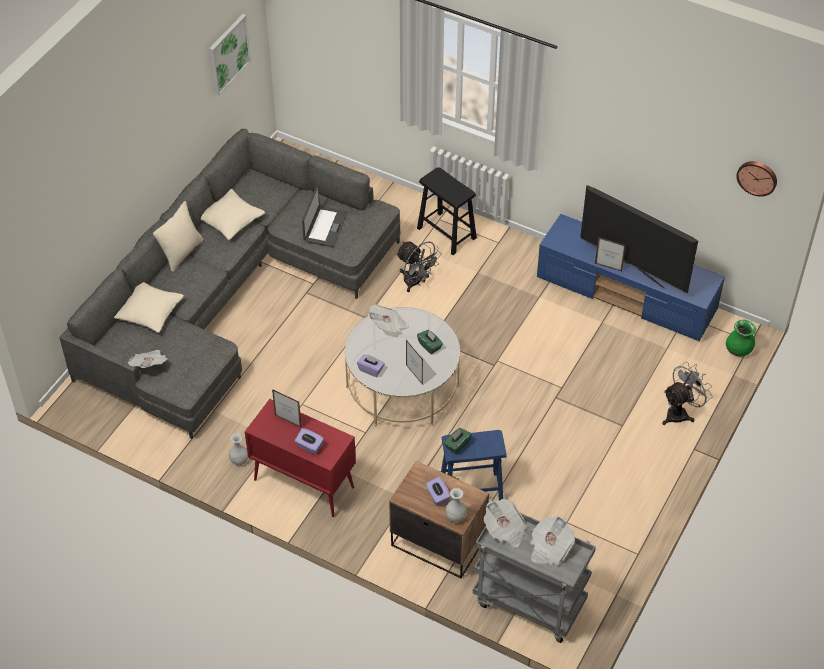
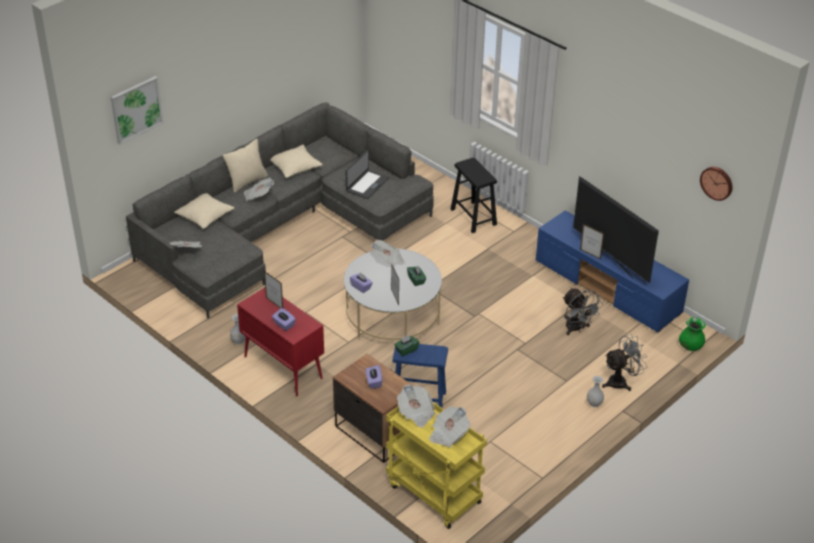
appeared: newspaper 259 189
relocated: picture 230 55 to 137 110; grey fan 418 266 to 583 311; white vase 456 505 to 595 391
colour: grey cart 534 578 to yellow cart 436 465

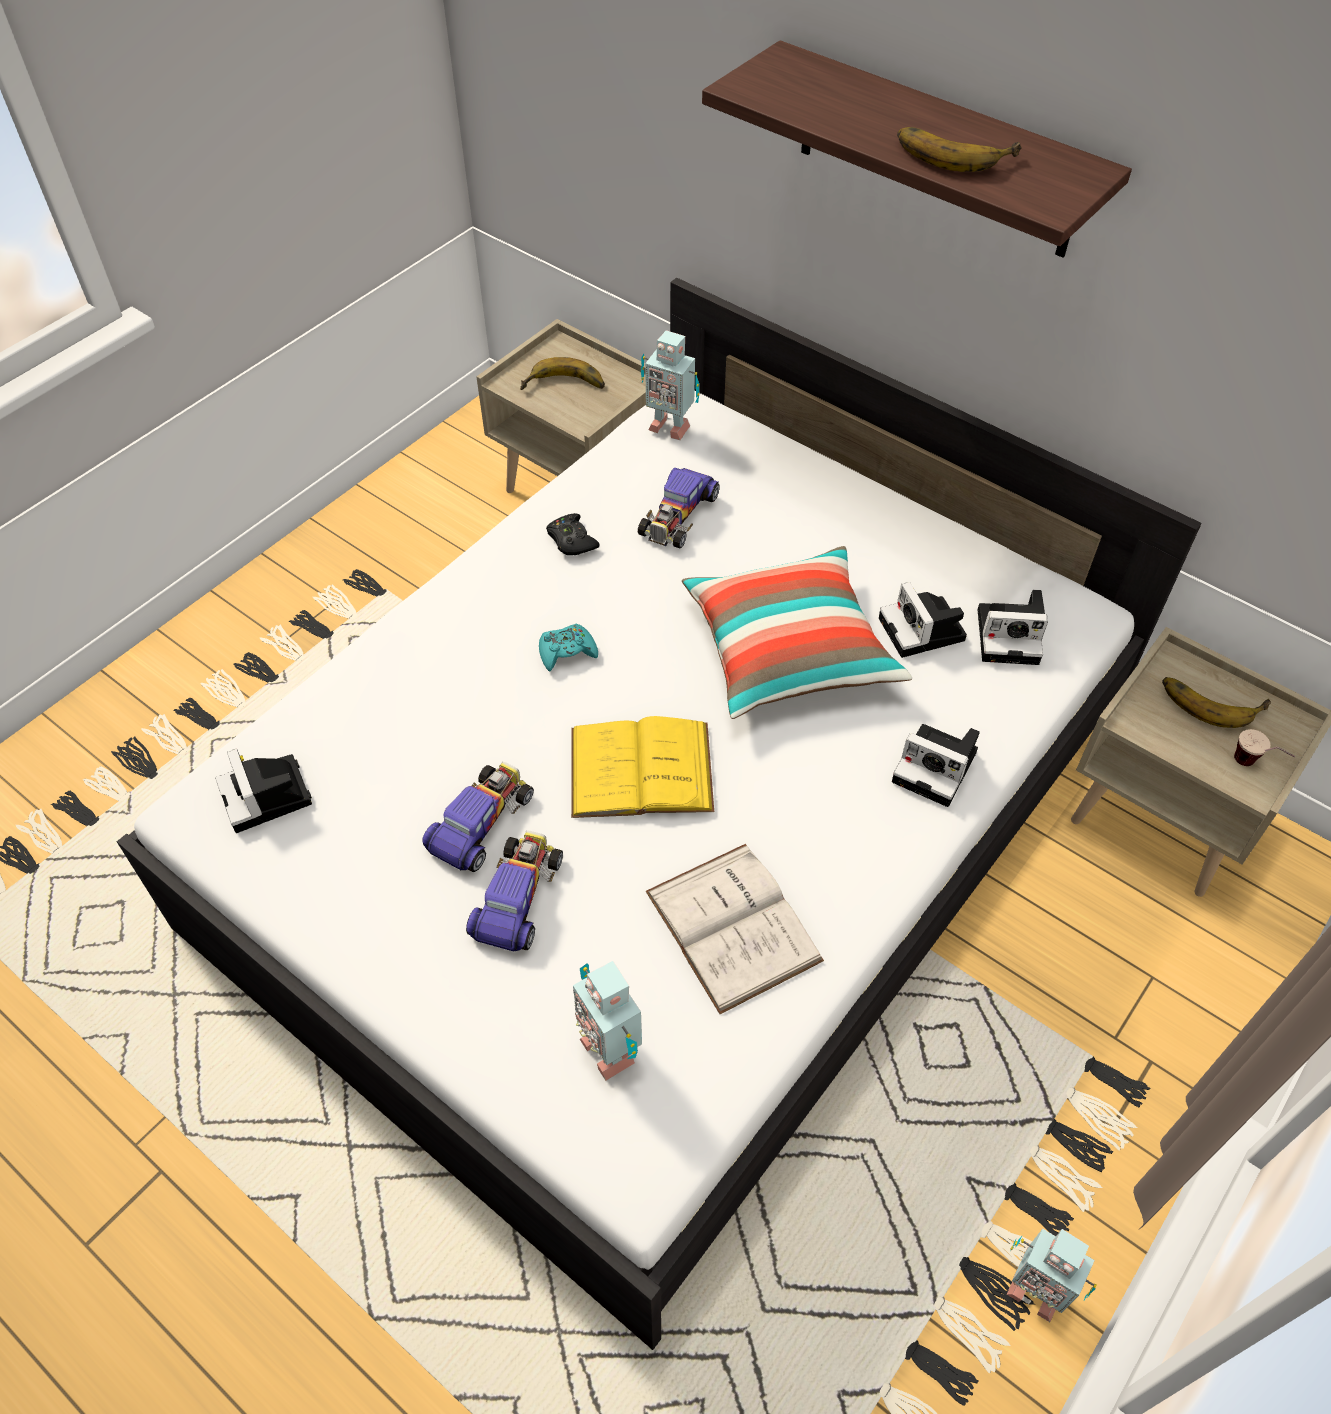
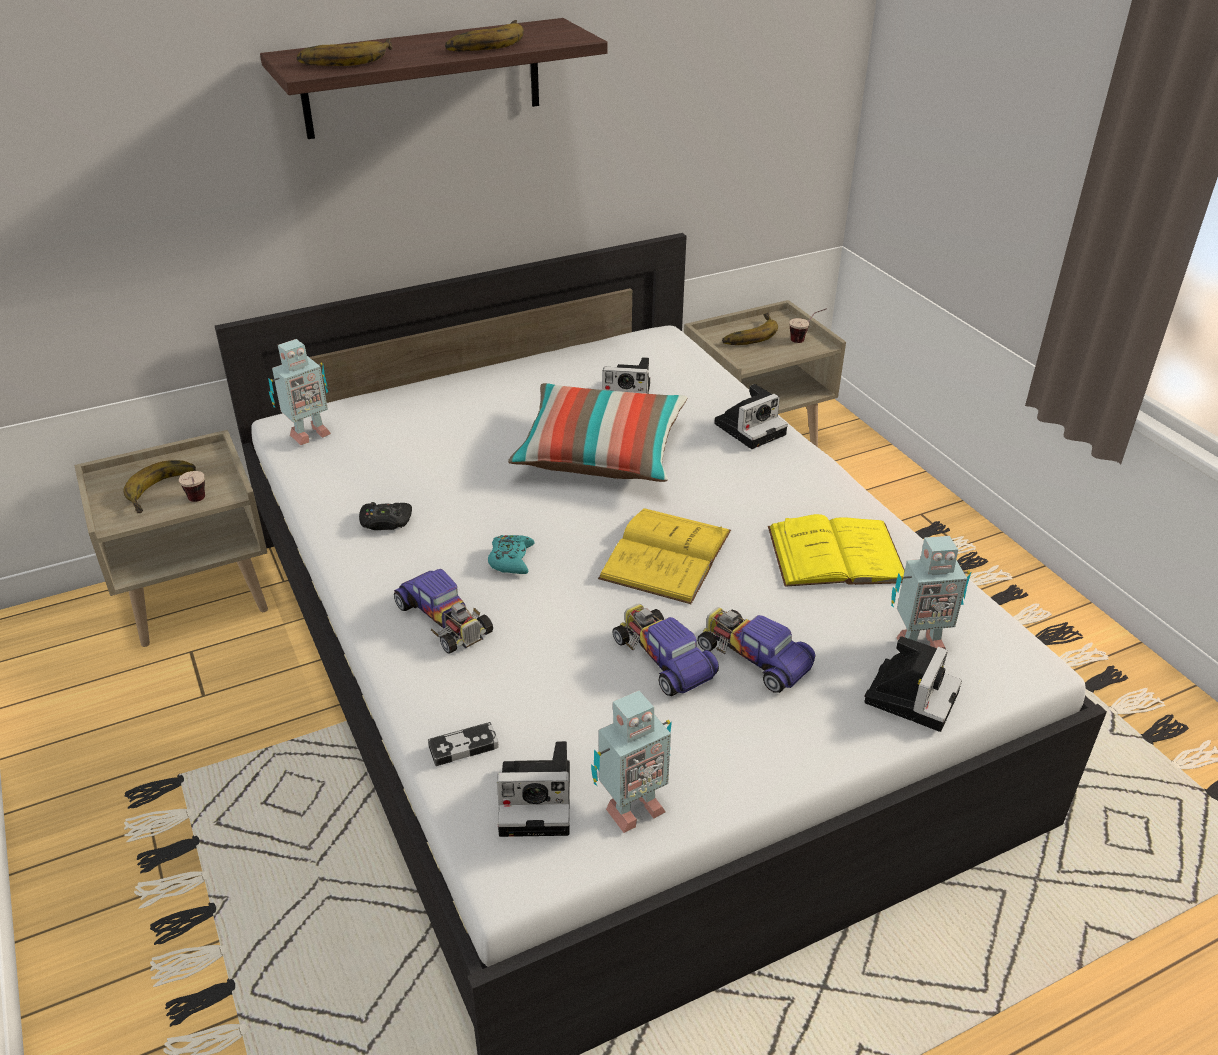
appeared: cup 192 486; banana 345 52; game controller 463 744
relocated: toy car 679 508 to 443 611; photo camera 1013 627 to 913 684; toy robot 1052 1275 to 631 761
colour: white book 735 929 to yellow book 836 550

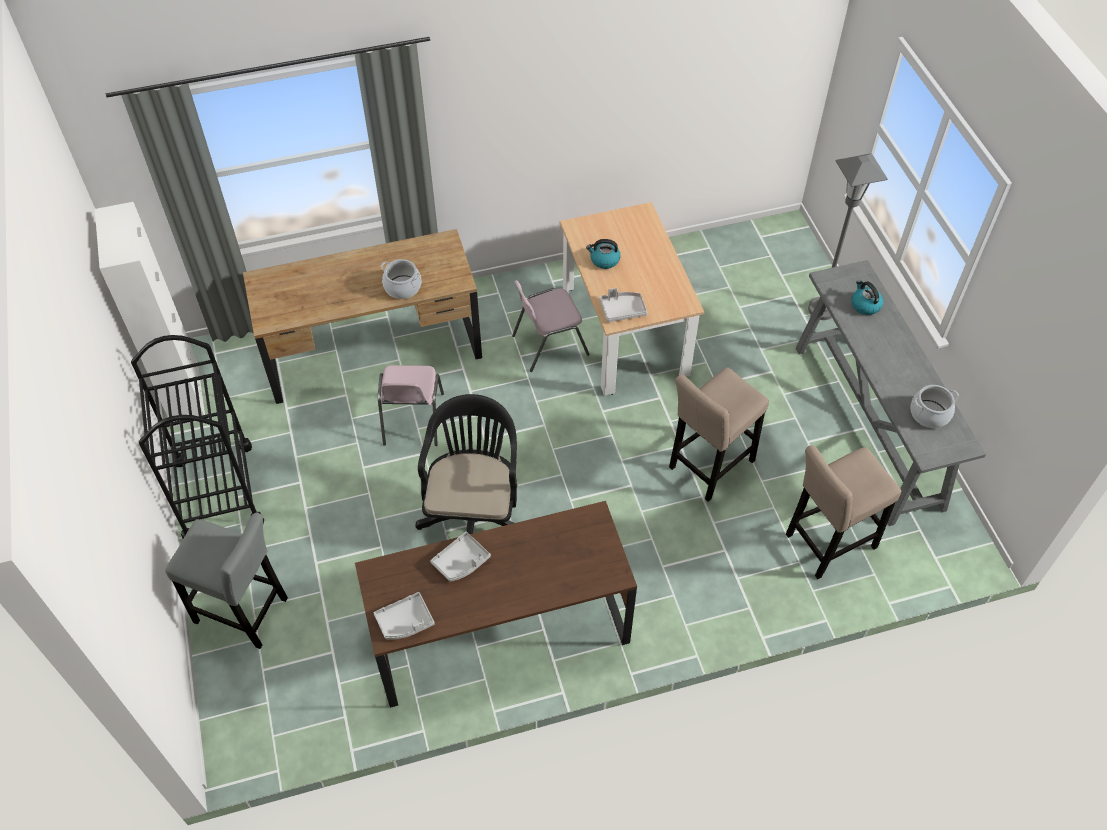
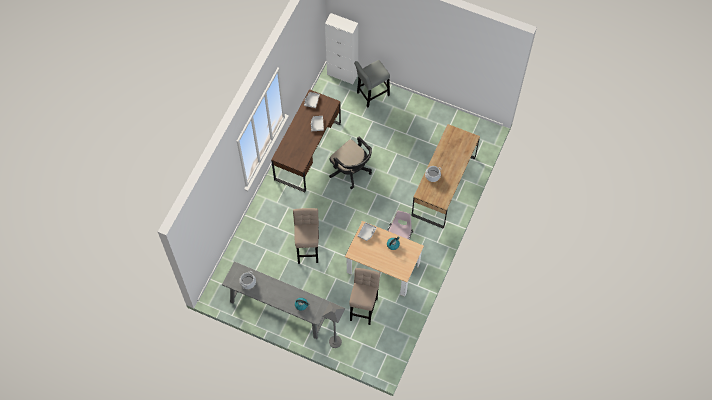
missing: black cart 197 437; pink chair 411 405
relocated: white cabinet 150 314 to 341 48; beige stool 843 512 to 364 296

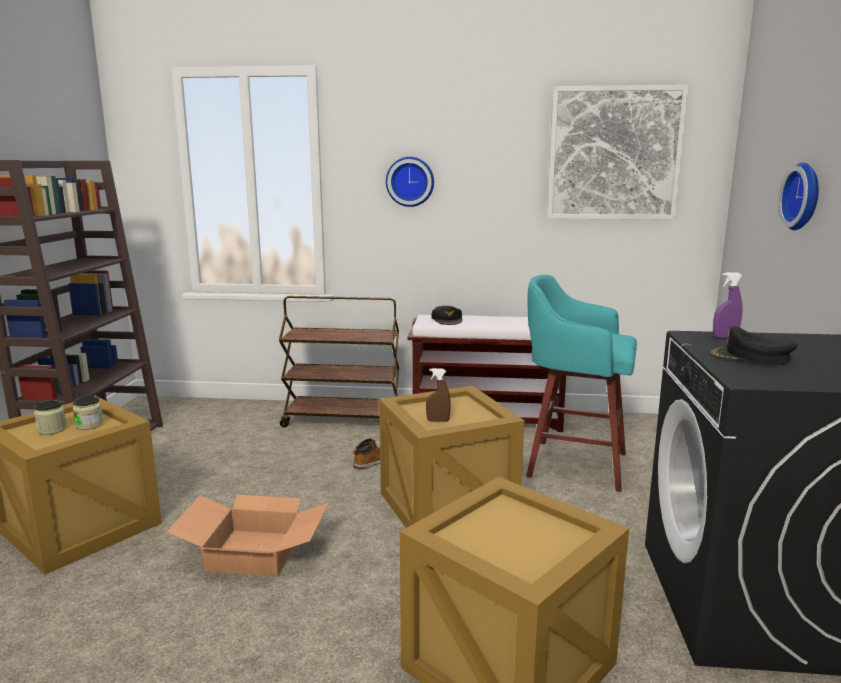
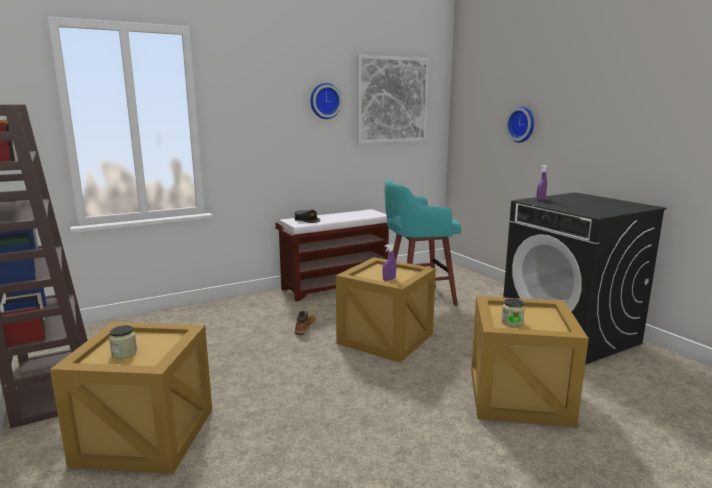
missing: cardboard box 248 535; brown cart 339 362; black cap 752 345
relocated: jar 88 413 to 513 312; wall clock 410 182 to 326 101
colour: brown spray bottle 438 395 to purple spray bottle 389 262

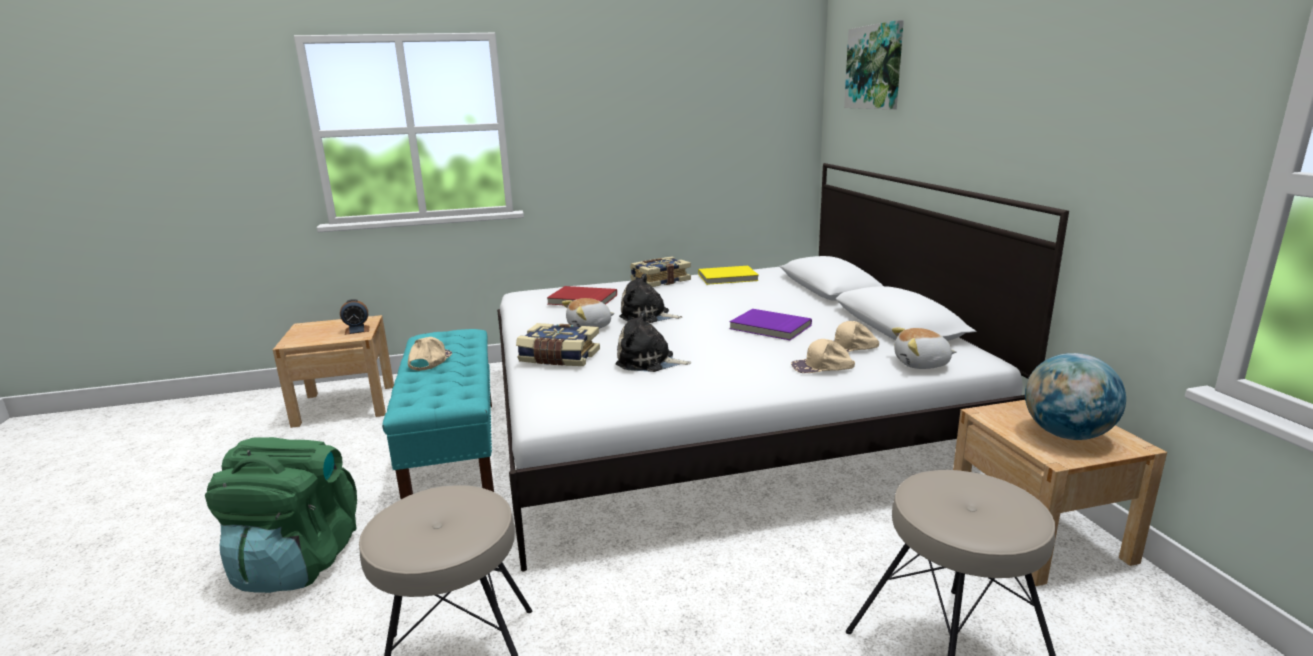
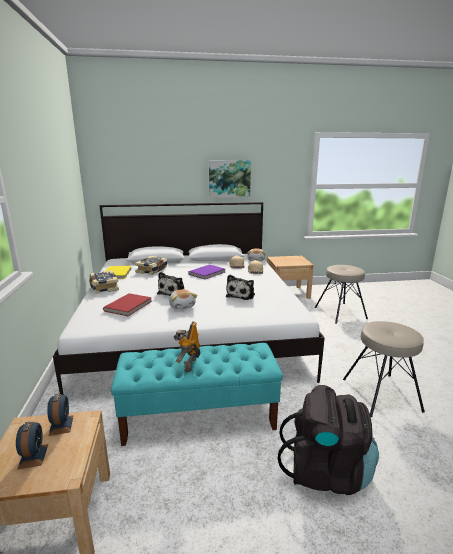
missing: globe 1075 396
appeared: alarm clock 32 445
relocated: book 558 344 to 151 265; picture 874 64 to 230 178
exchanged: beige cap 430 354 to toy robot 187 347
colour: green backpack 281 515 to black backpack 328 440

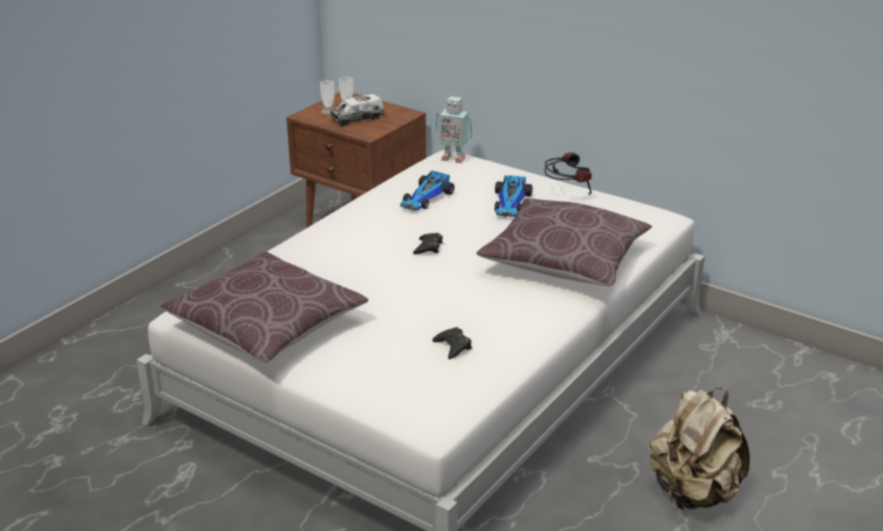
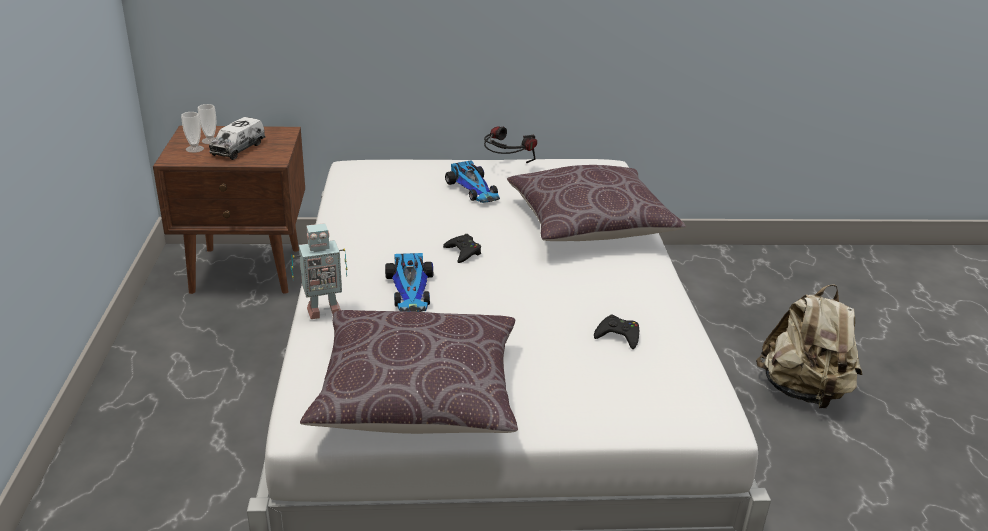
relocated: toy car 427 190 to 409 282; toy robot 454 129 to 319 271

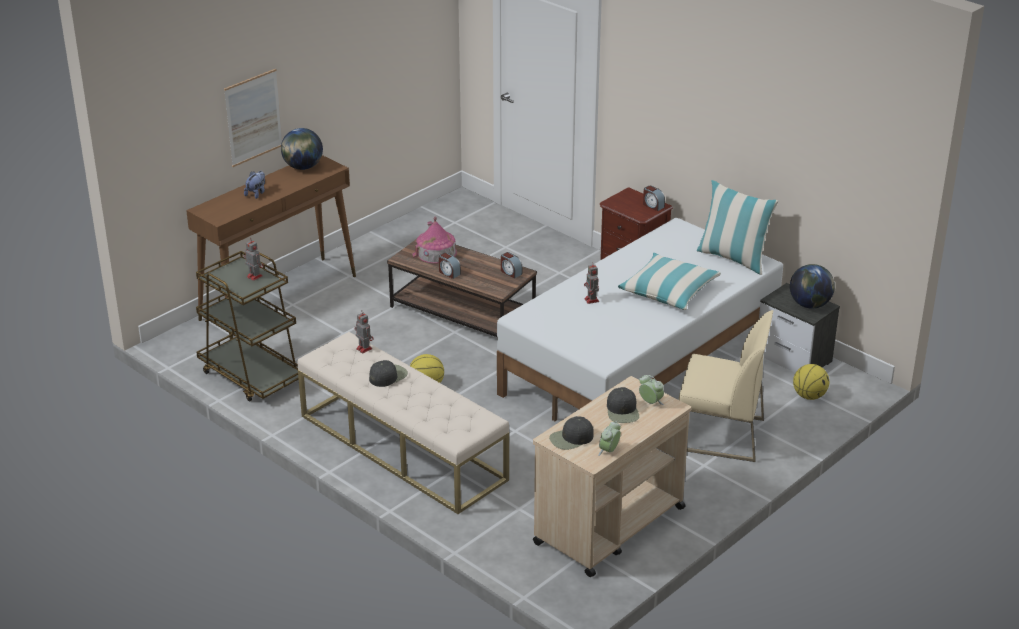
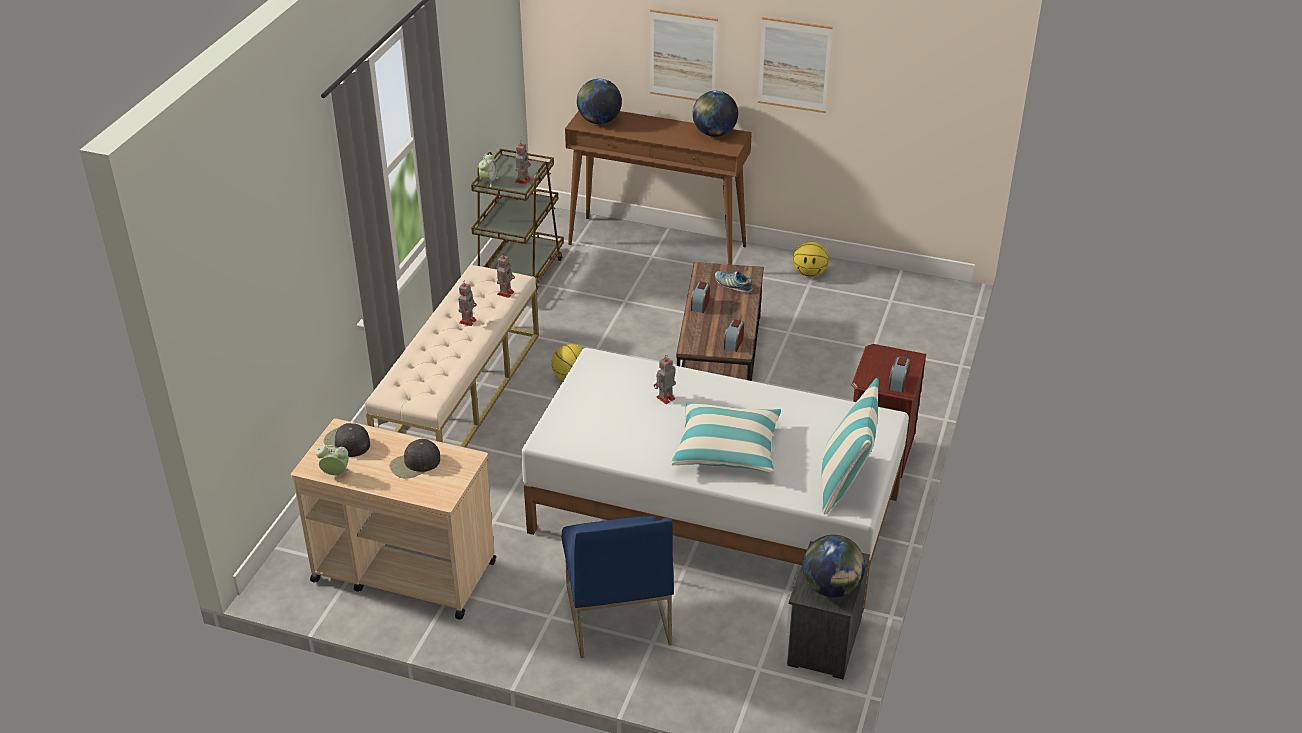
missing: plush toy 254 185
appeared: globe 599 101; picture 795 65
relocated: alarm clock 651 390 to 488 170; basketball 811 382 to 811 259
exchanged: black cap 388 373 to toy robot 468 304; toy house 434 240 to shoe 734 282
colour: beige chair 726 386 to blue chair 617 586

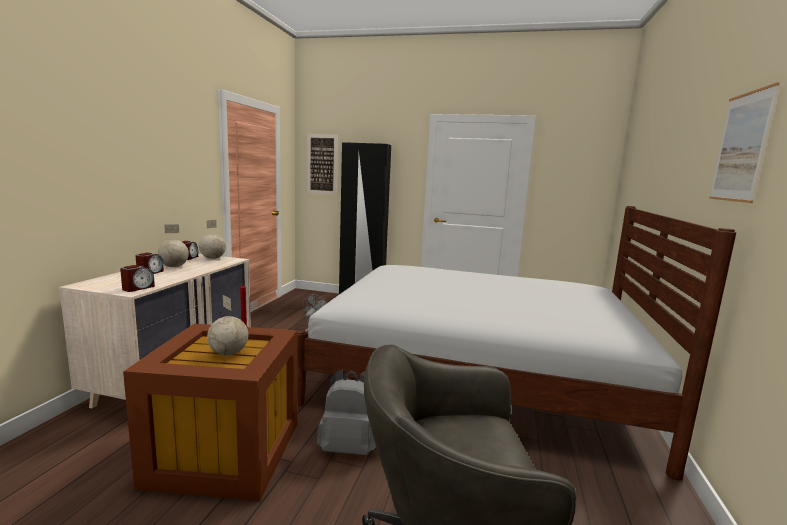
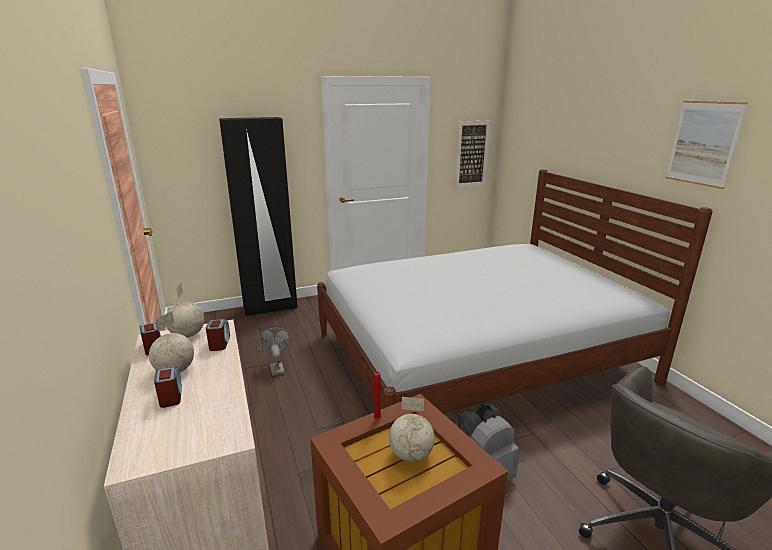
relocated: alarm clock 137 278 to 218 335; picture 322 164 to 473 154

